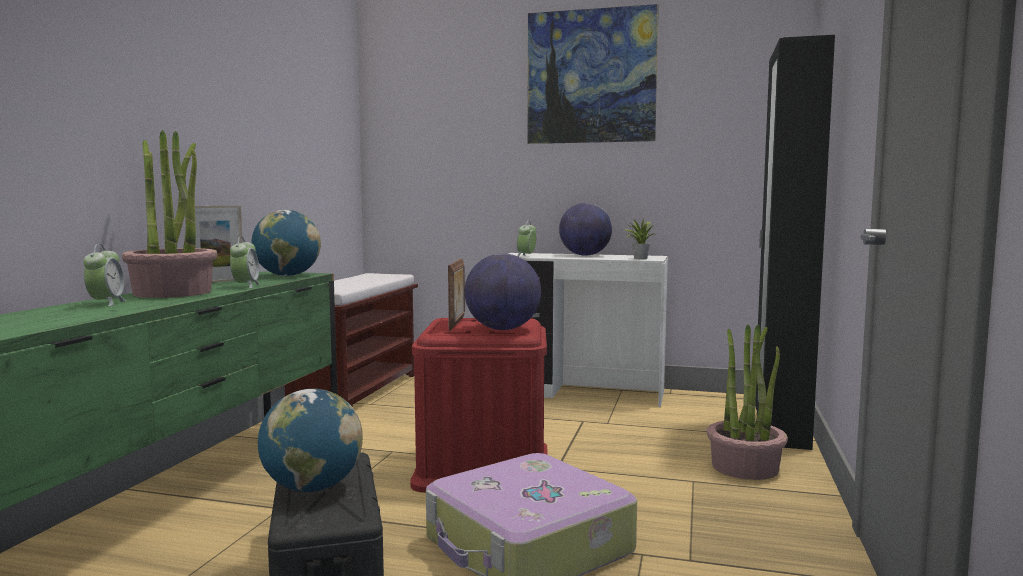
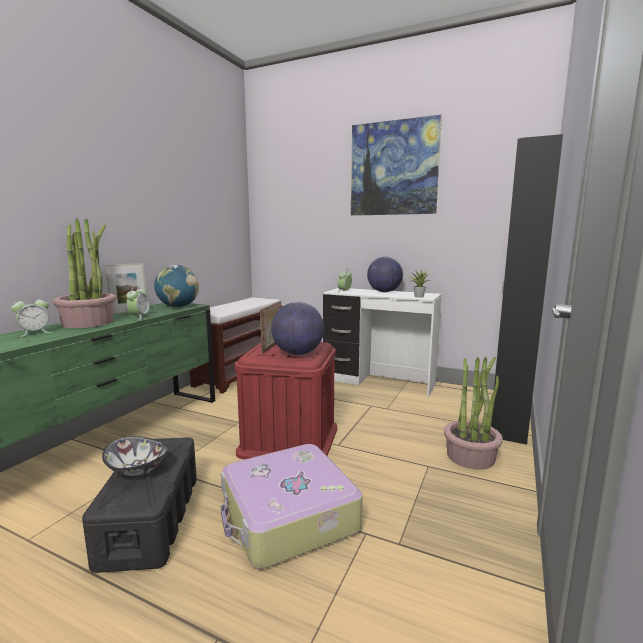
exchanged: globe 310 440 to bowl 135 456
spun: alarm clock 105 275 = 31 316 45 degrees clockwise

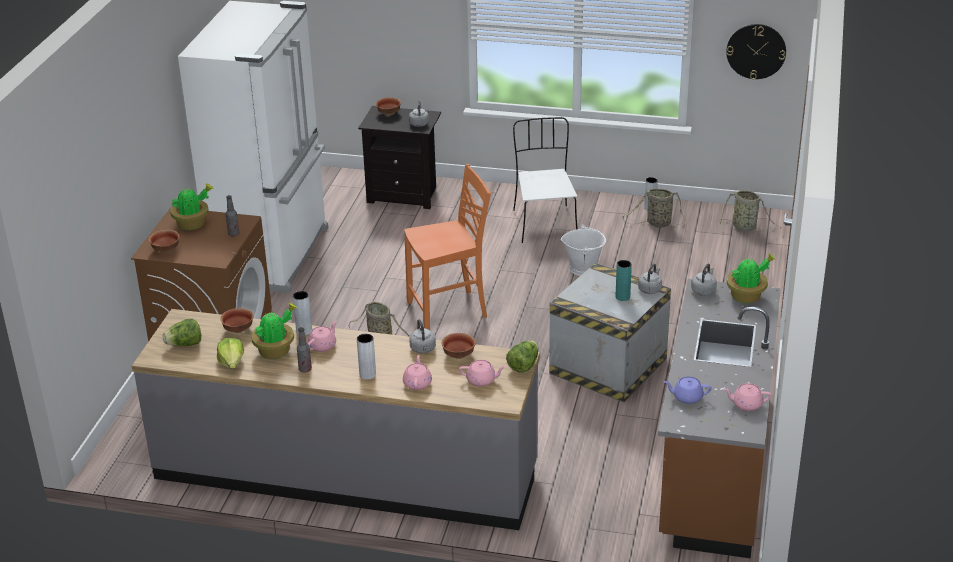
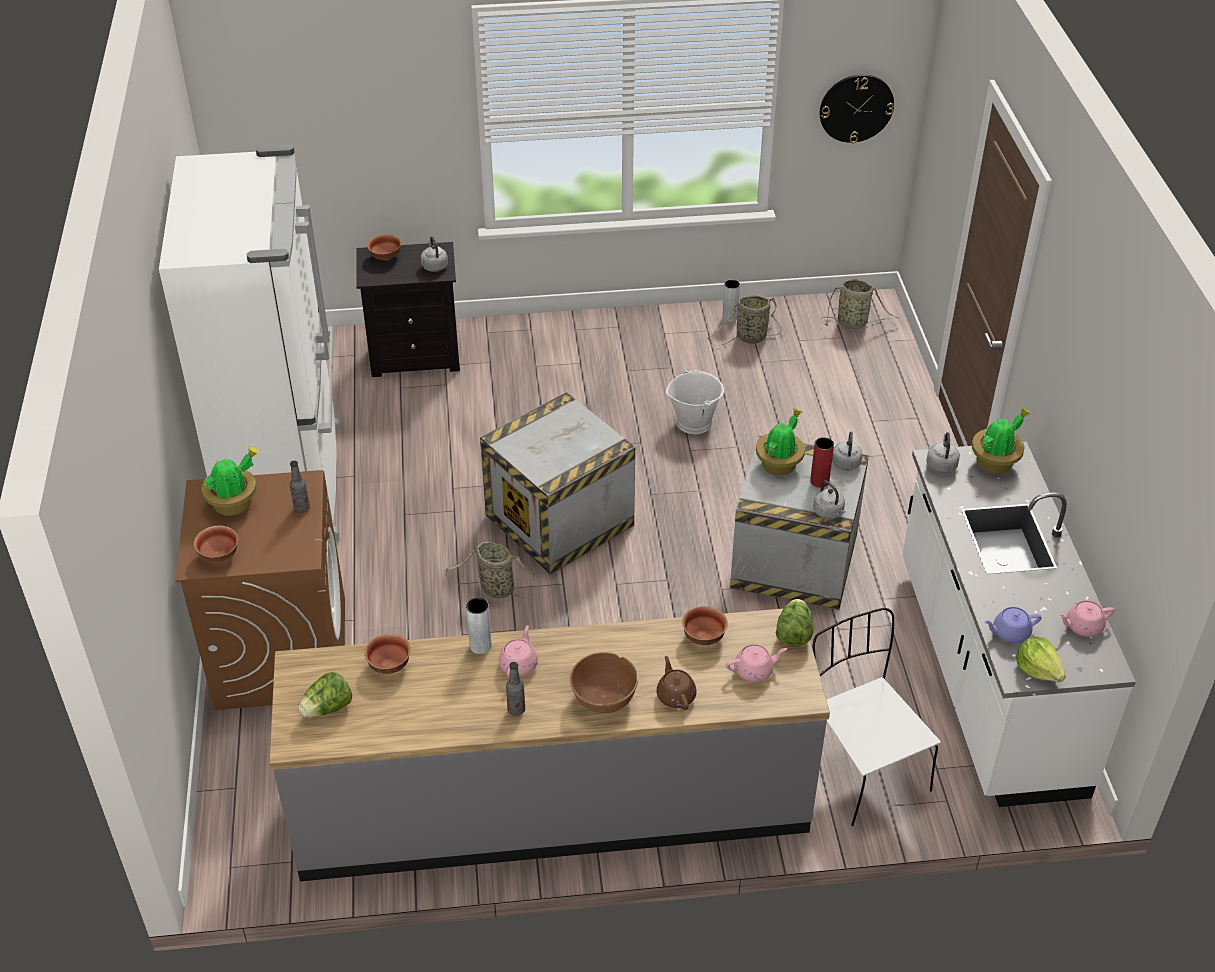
relocated: lettuce 230 353 to 1041 659; potted plant 274 331 to 780 442; grey kettle 422 336 to 829 499; white chair 545 180 to 876 717
exchanged: grey vase 366 356 to brown bowl 604 682; orange chair 447 247 to crate 557 483
colour: pink teapot 417 372 to brown teapot 676 683; turquoise vase 624 280 to red vase 822 462; brown counter 719 418 to white counter 1019 624

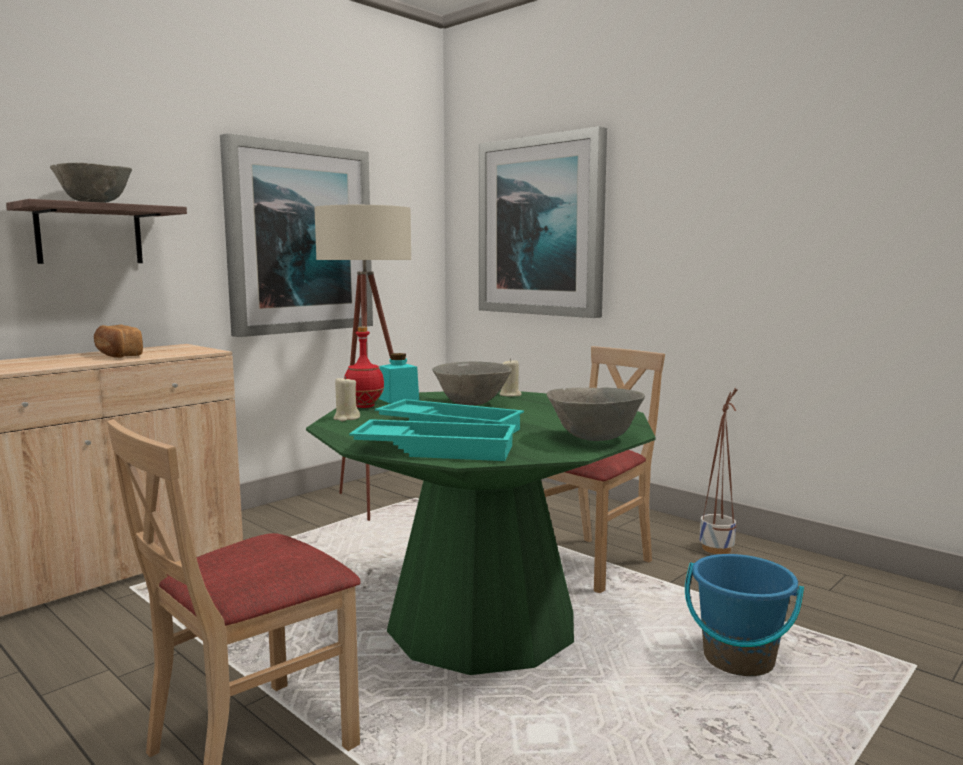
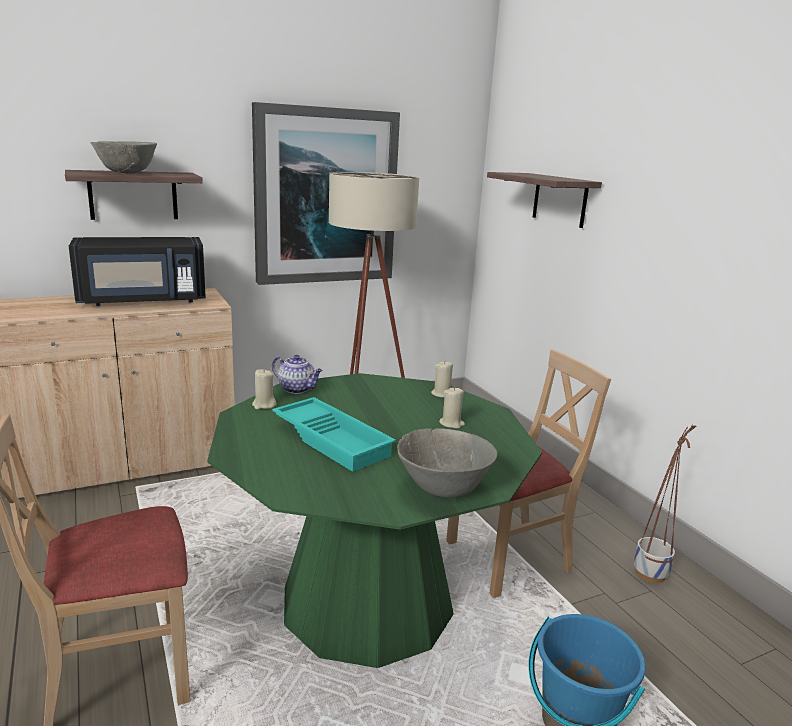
missing: turquoise tray 432 440; turquoise jar 399 378; grey bowl 472 383
appeared: beige candle 452 408
exchanged: bread 118 341 to black microwave 137 271; red bottle 364 367 to teapot 297 374; picture 543 222 to shelf 544 200

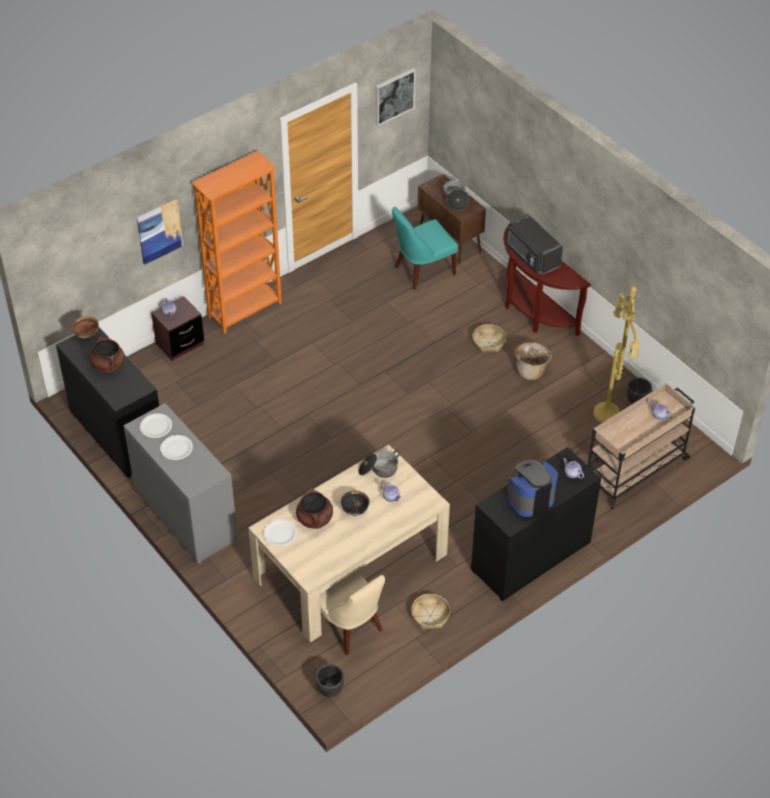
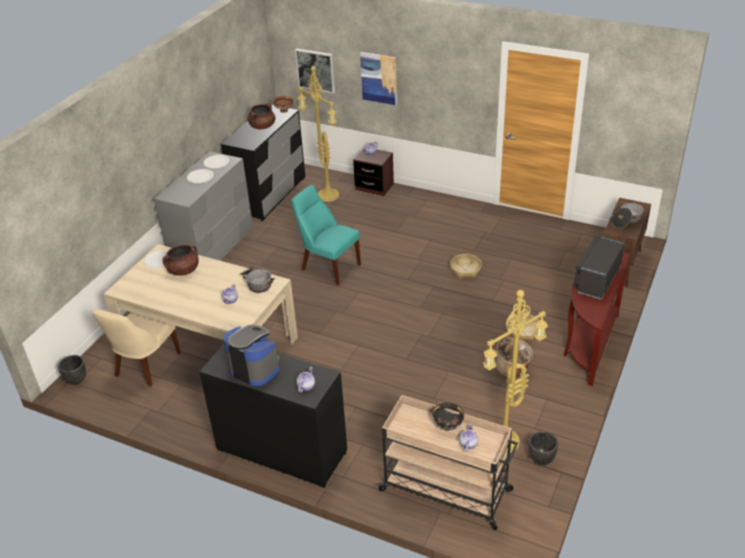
missing: orange bookcase 236 242
appeared: yellow floor lamp 318 134
relocated: black bowl 355 503 to 448 416; picture 395 97 to 315 70; turquoise chair 425 248 to 326 235; basket 430 611 to 466 266

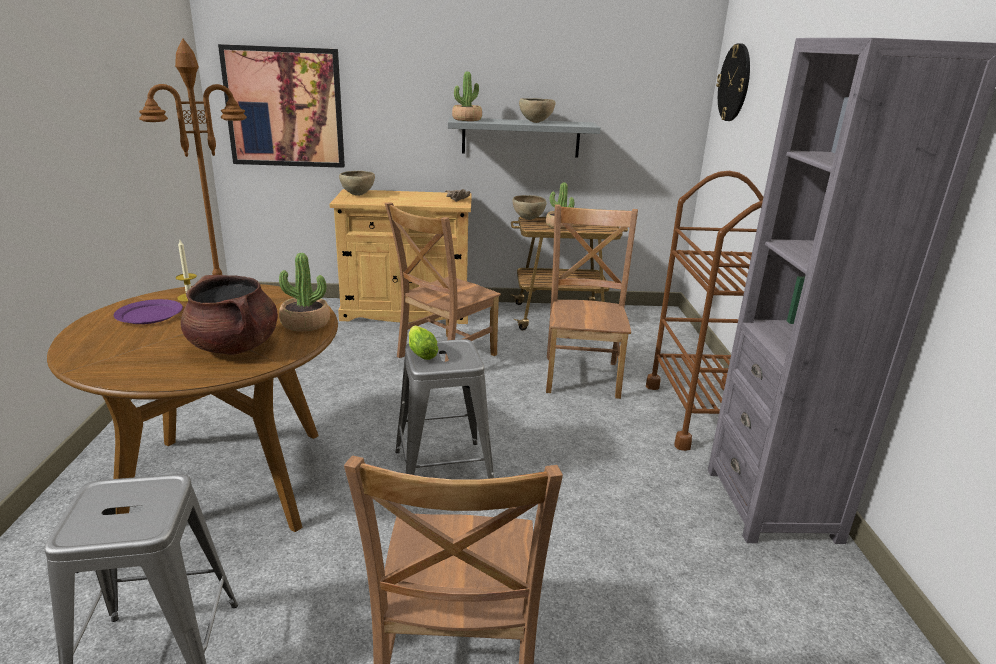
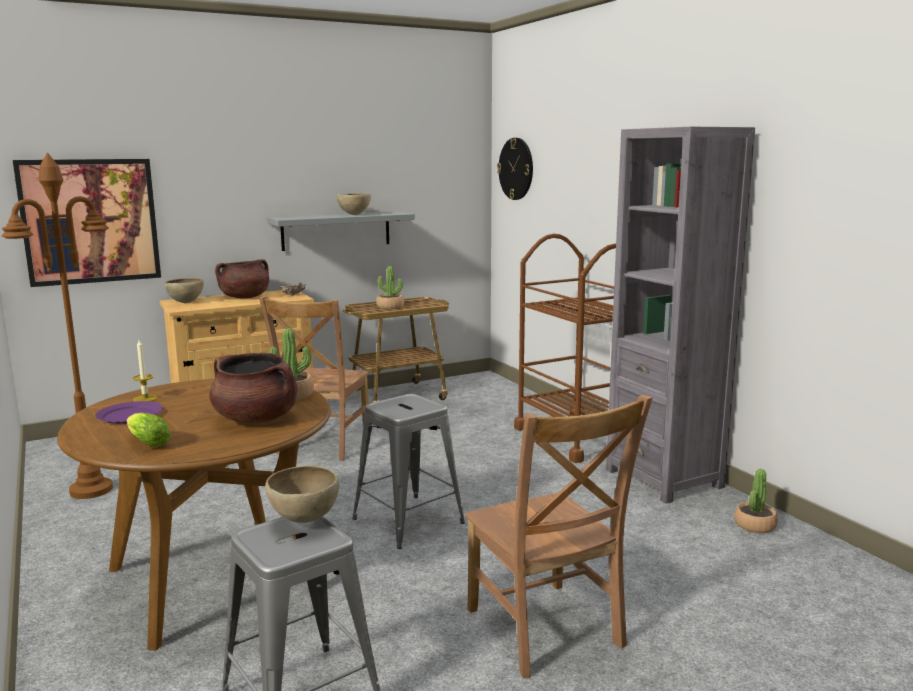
missing: brown chair 592 301
appeared: brown cooking pot 242 278
relocated: lettuce 423 343 to 149 430; potted plant 467 96 to 756 501; brown bowl 530 207 to 302 494

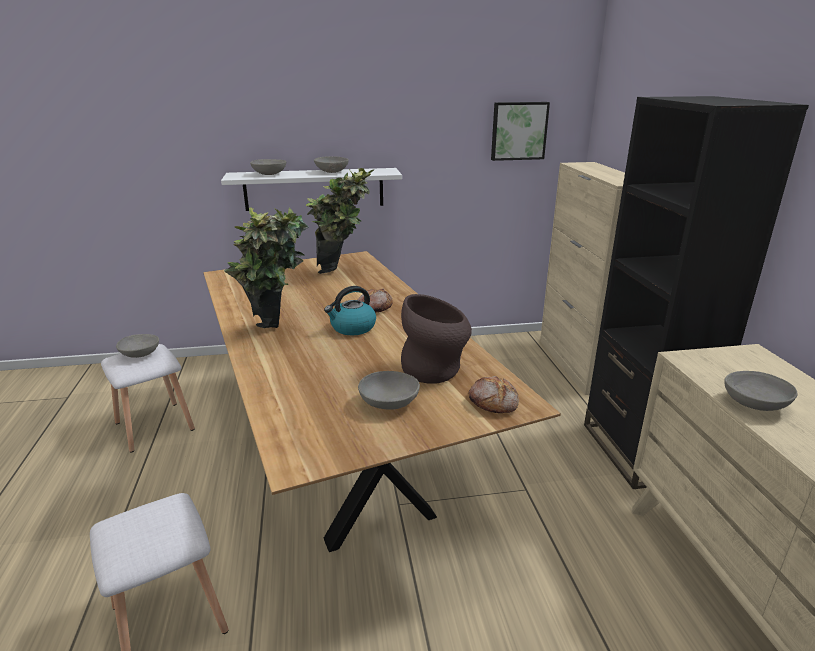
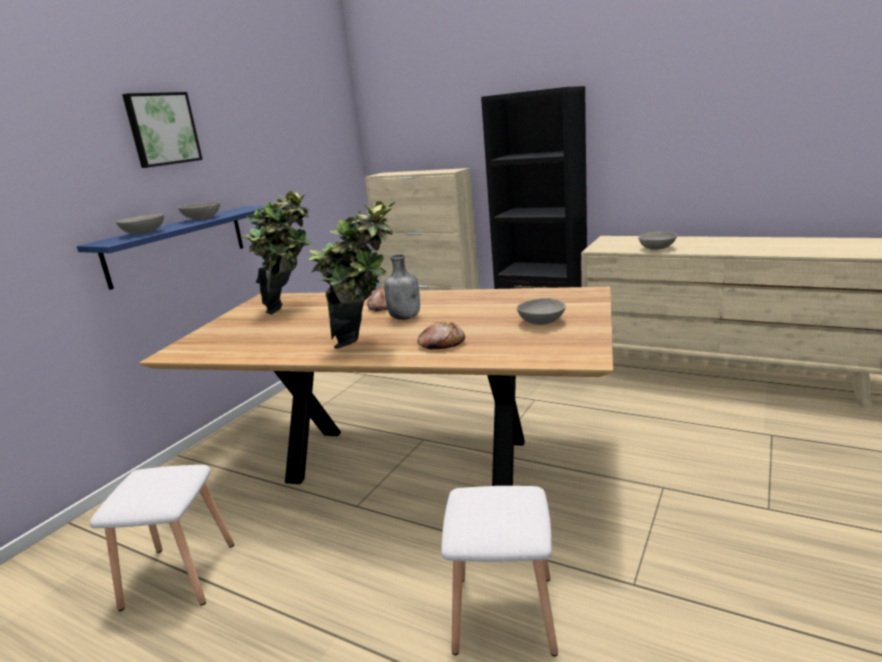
missing: grey bowl 137 346; brown vase 436 339
relocated: bread 493 394 to 441 336; picture 520 131 to 162 130
exchanged: kettle 350 310 to grey bottle 402 287
colour: white shelf 311 189 to blue shelf 170 248

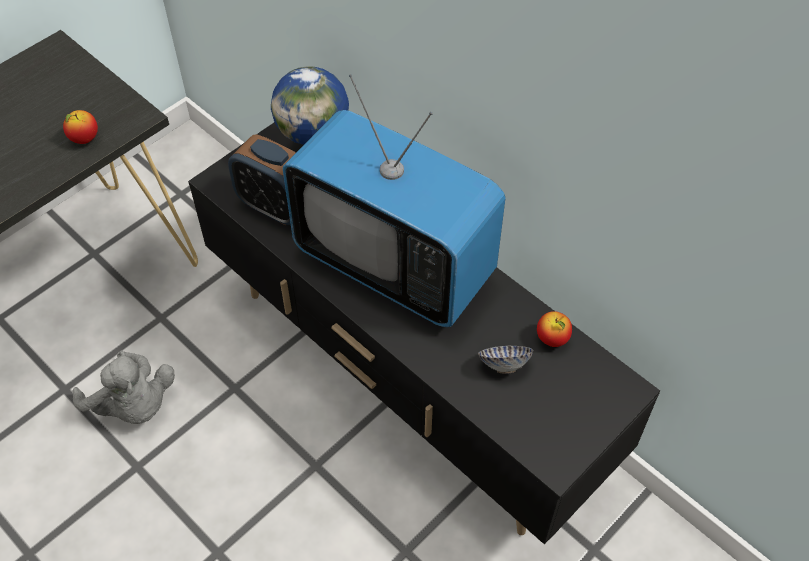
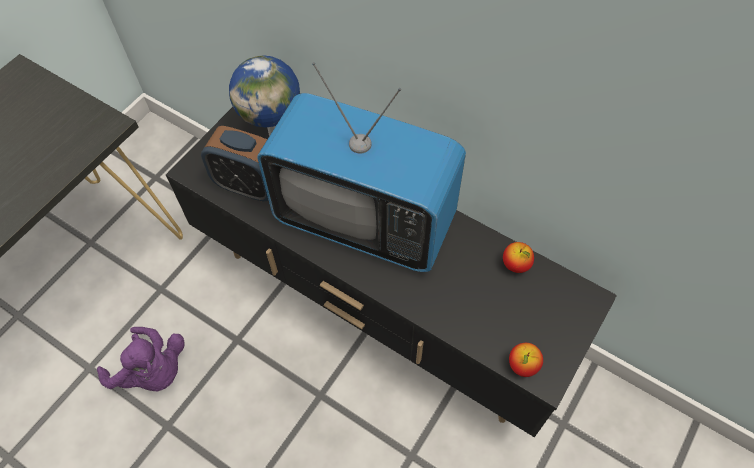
missing: bowl 505 360
relocated: apple 80 127 to 526 360
colour: grey plush toy 123 387 to purple plush toy 141 359

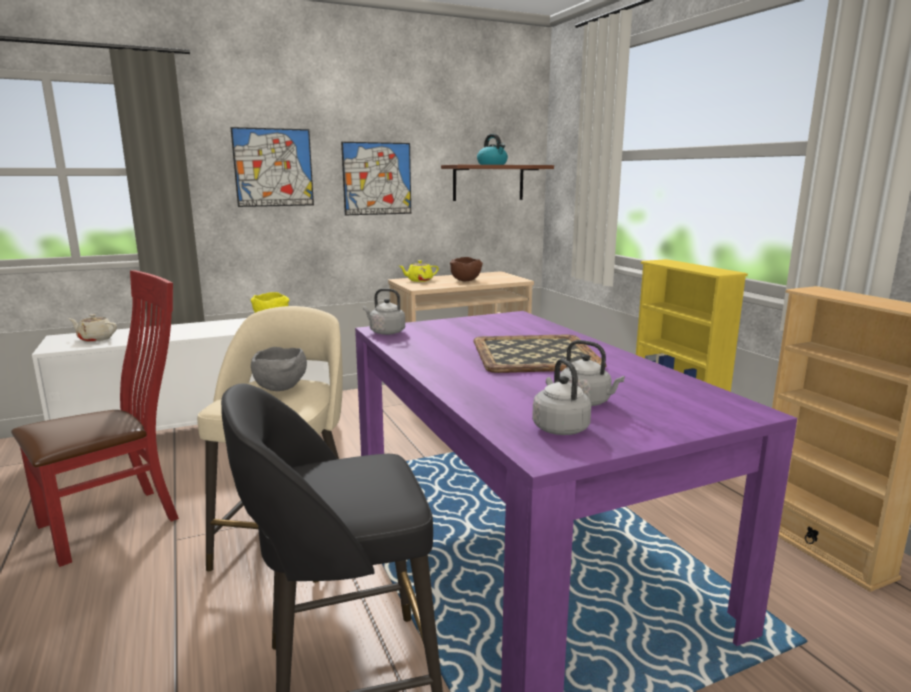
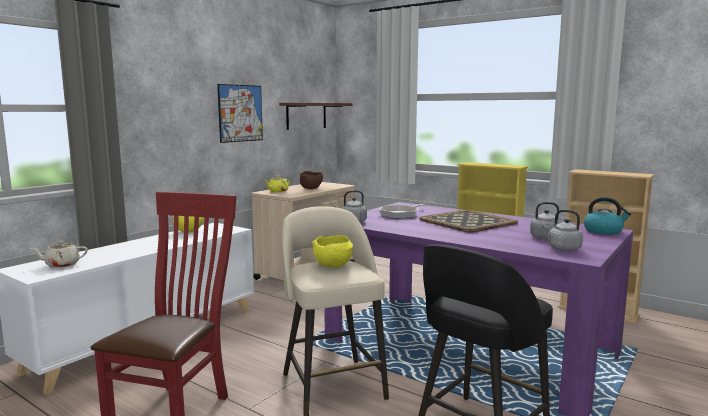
missing: picture 272 167
appeared: frying pan 402 210
relocated: kettle 492 149 to 607 216
colour: grey bowl 279 369 to yellow bowl 332 251

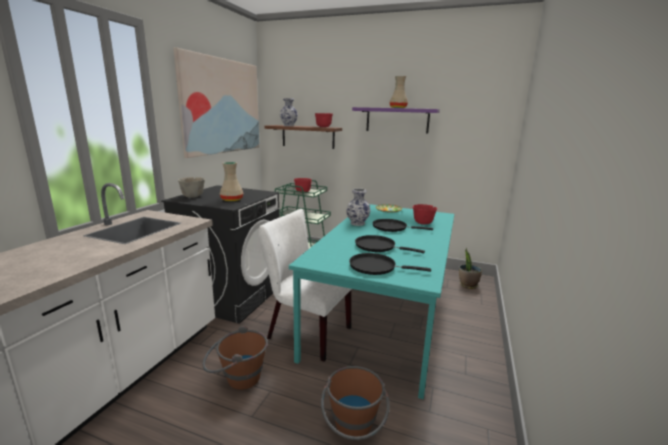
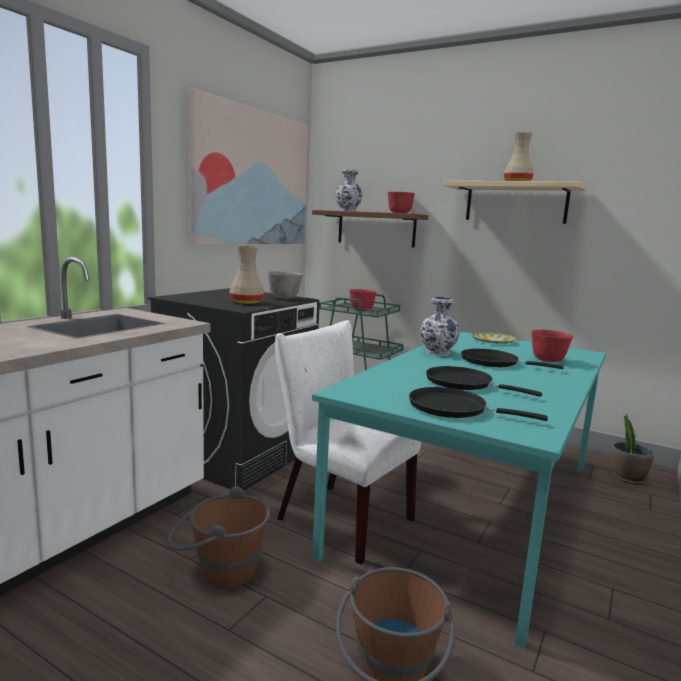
relocated: grey bowl 191 187 to 285 285
colour: purple shelf 396 120 to beige shelf 515 202

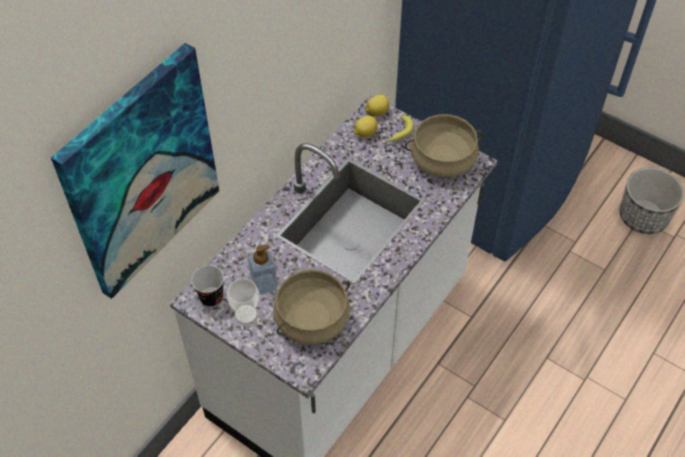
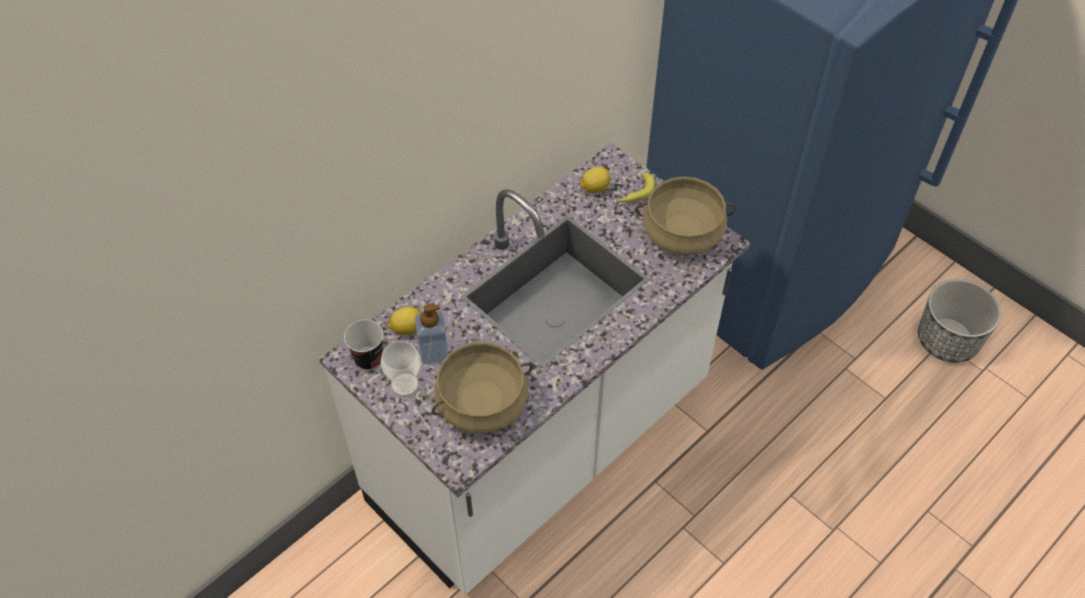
missing: picture 135 171
relocated: lemon 378 105 to 404 321

